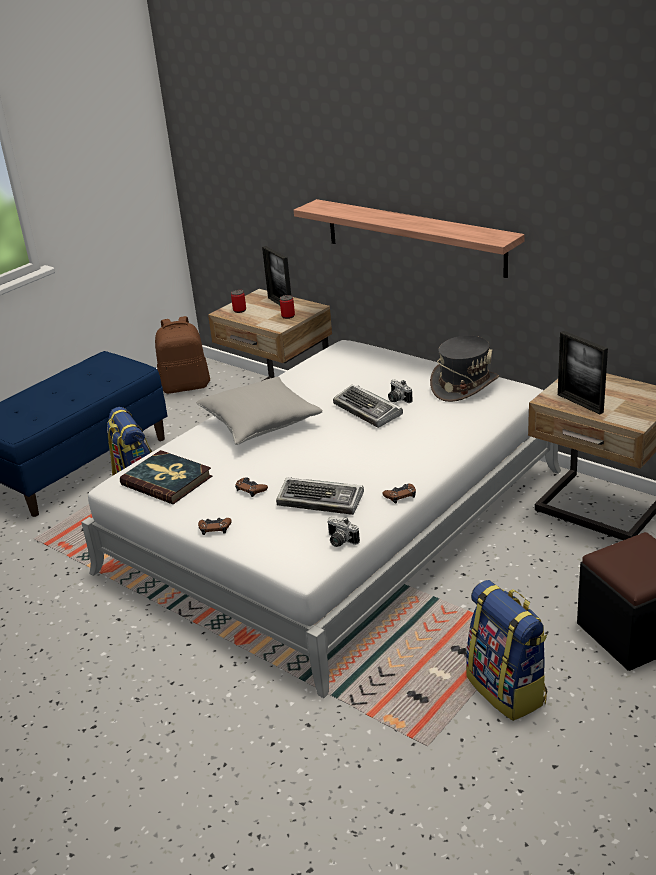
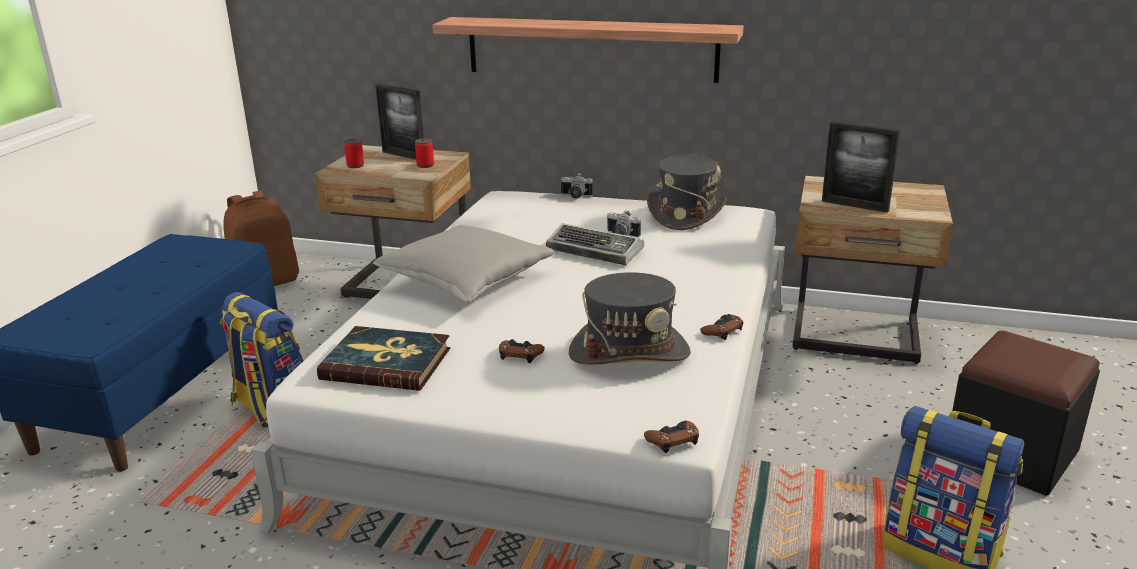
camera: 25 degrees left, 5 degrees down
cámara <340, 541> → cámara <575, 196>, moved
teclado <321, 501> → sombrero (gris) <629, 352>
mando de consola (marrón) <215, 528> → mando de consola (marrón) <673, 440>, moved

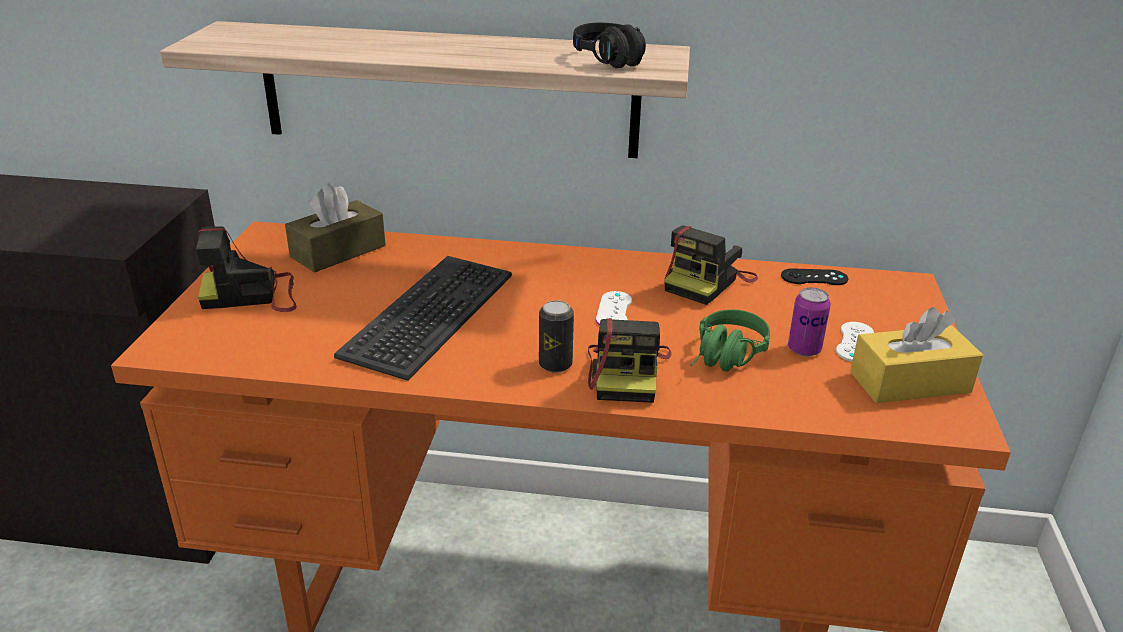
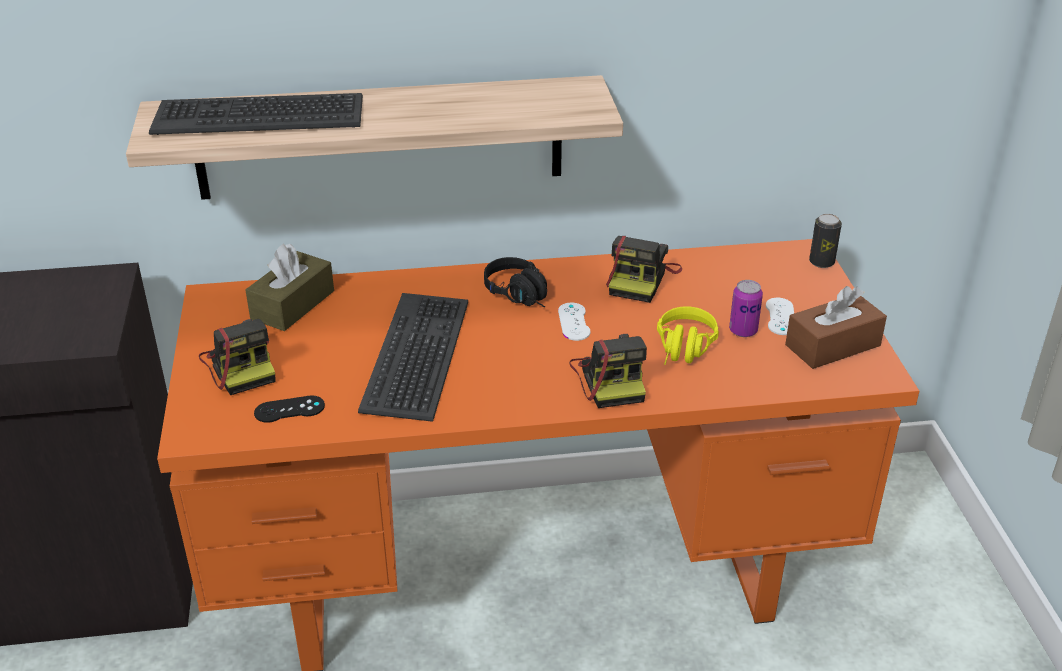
camera: 15 degrees left, 5 degrees up
- → teclado <259, 115>
cámara <253, 295> → cámara <241, 365>, 90 degrees counterclockwise
mando de consola (negro) <814, 277> → mando de consola (negro) <289, 409>, moved
auriculares (negro) <615, 62> → auriculares (negro) <522, 296>, moved
auriculares (verde) <725, 359> → auriculares (amarillo) <684, 351>
caja de pañuelos (amarillo) <910, 382> → caja de pañuelos (marrón) <832, 345>
lata <555, 364> → lata <821, 262>, moved

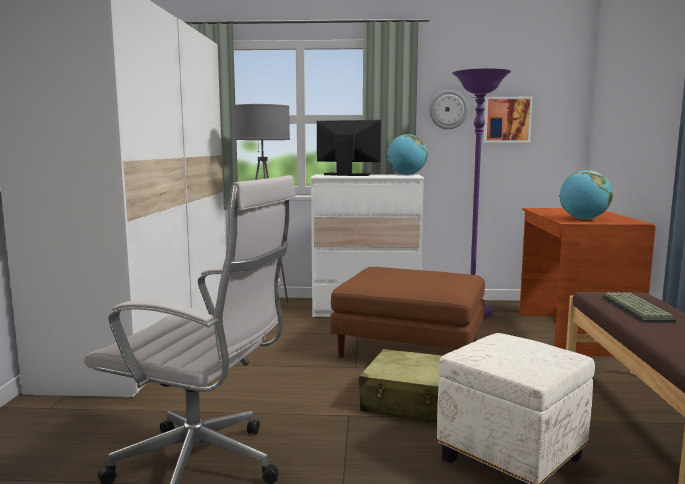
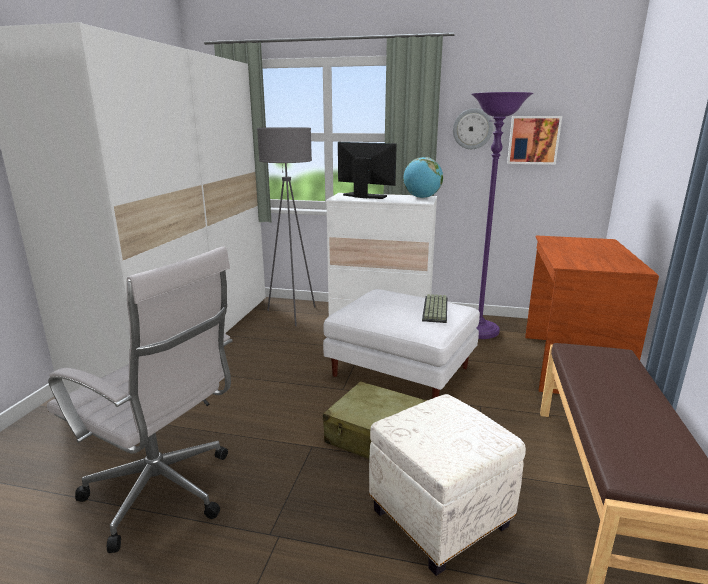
camera: 10 degrees right, 10 degrees up
puf (marrón) <411, 349> → puf (blanco) <402, 372>
teclado <638, 309> → teclado <436, 309>, moved
globo terráqueo <583, 219> → -

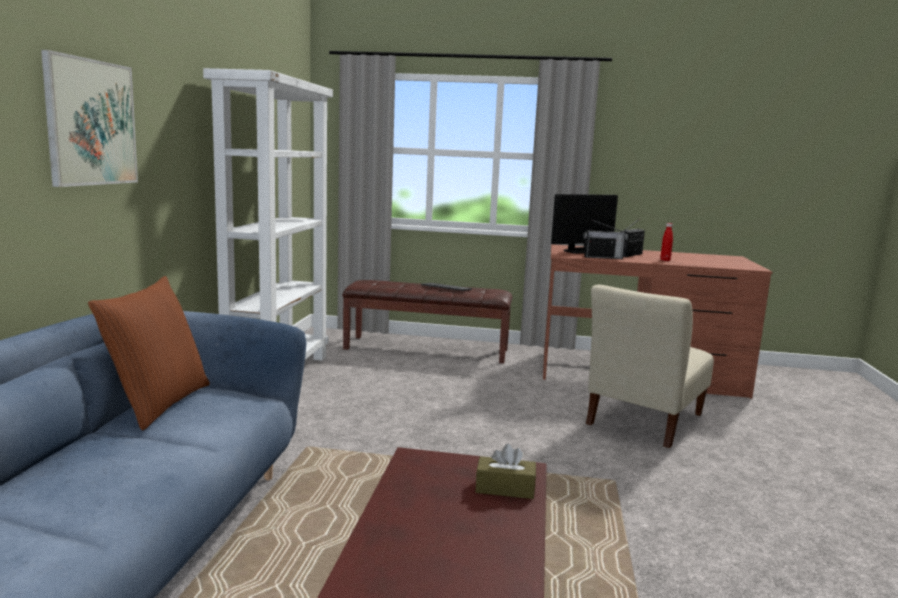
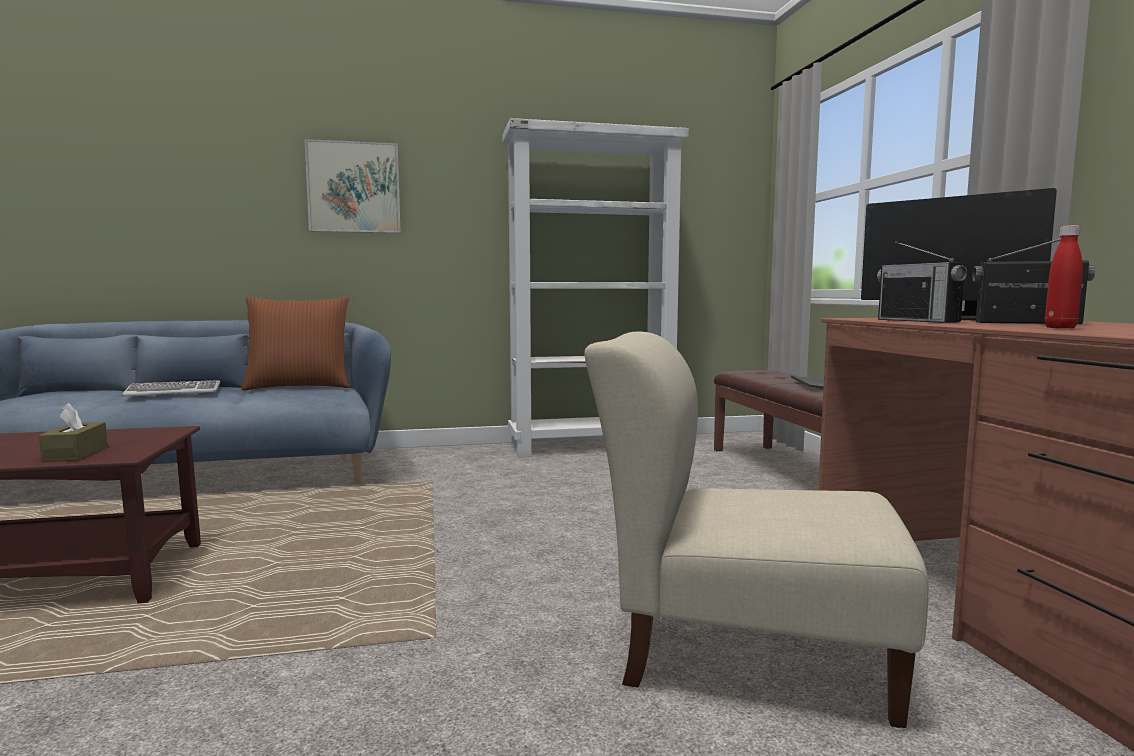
camera: 70 degrees right, 5 degrees down
- → teclado <174, 392>

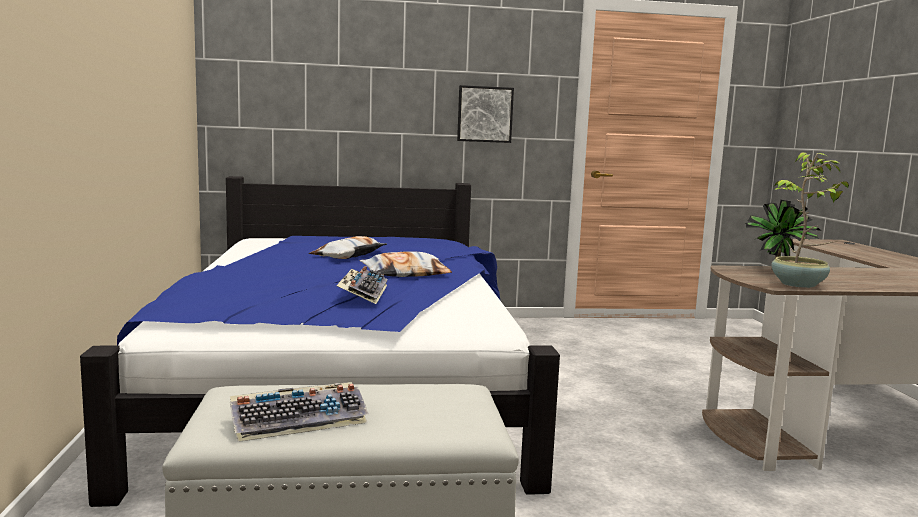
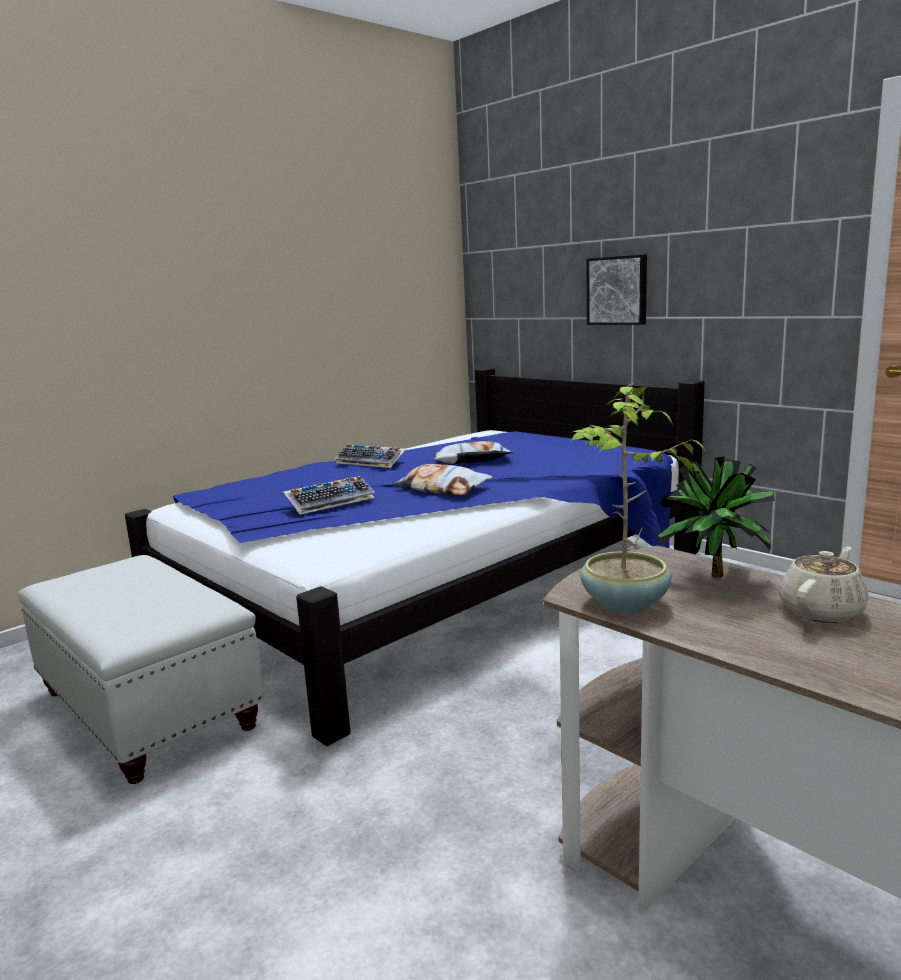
camera: 55 degrees right, 5 degrees up
teclado <300, 420> → teclado <372, 462>, moved
cuadro <484, 114> → cuadro <618, 290>, moved
- → tetera (beis) <822, 611>

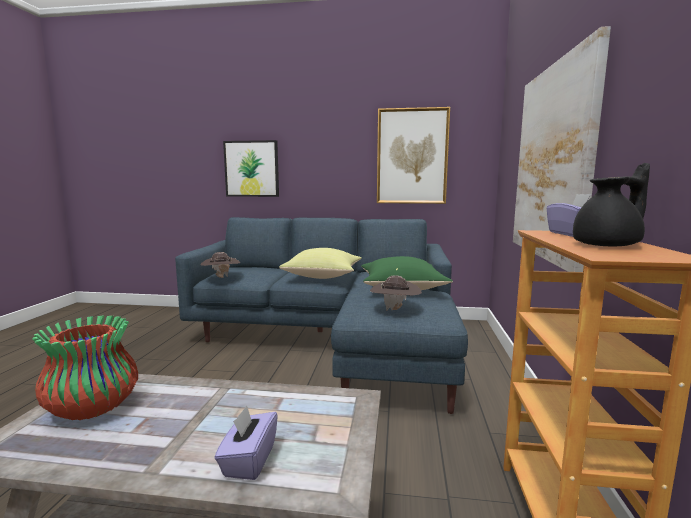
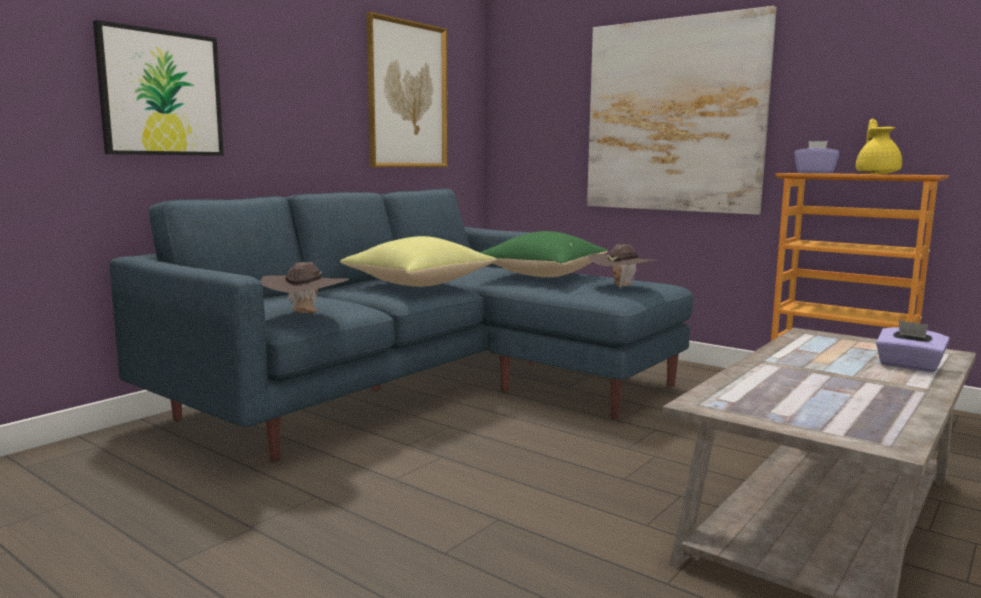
camera: 60 degrees left, 0 degrees up
tetera (negro) <609, 245> → tetera (amarillo) <877, 174>
florero <93, 407> → -

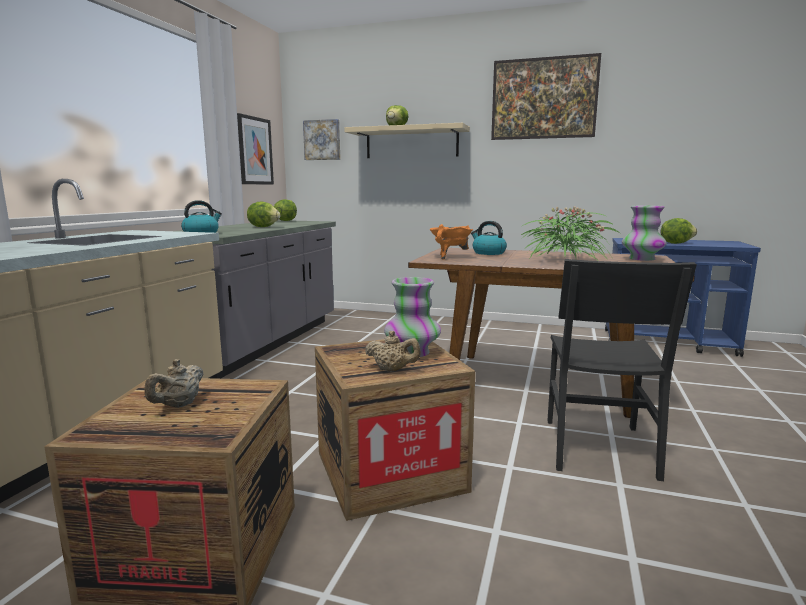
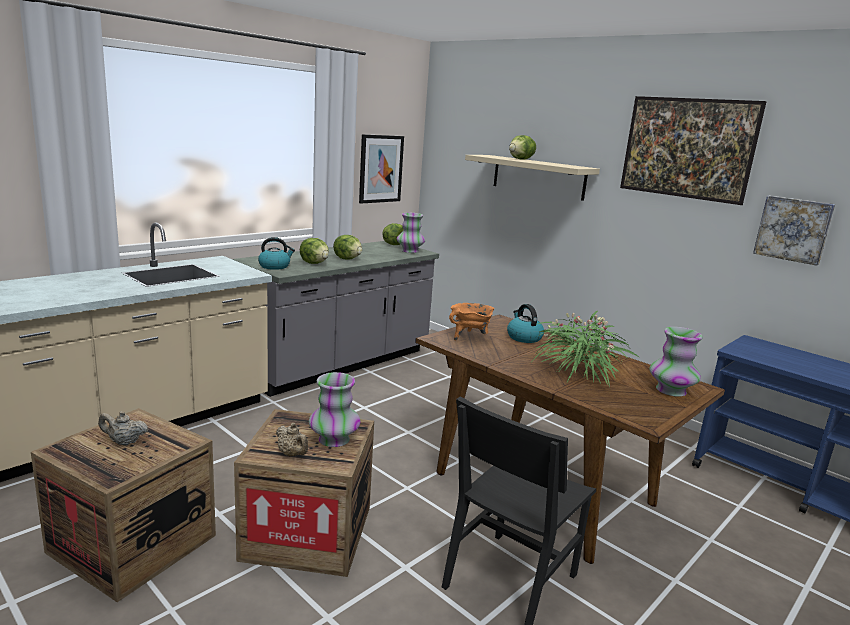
camera: 25 degrees right, 5 degrees up
tetera (beis) <178, 405> → tetera (beis) <124, 442>, 45 degrees clockwise
lechuga <675, 243> → lechuga <315, 263>, moved
- → florero <410, 251>
cuadro <322, 140> → cuadro <793, 229>, moved

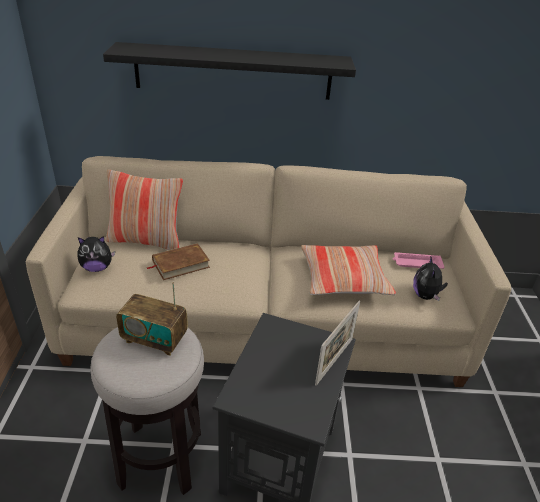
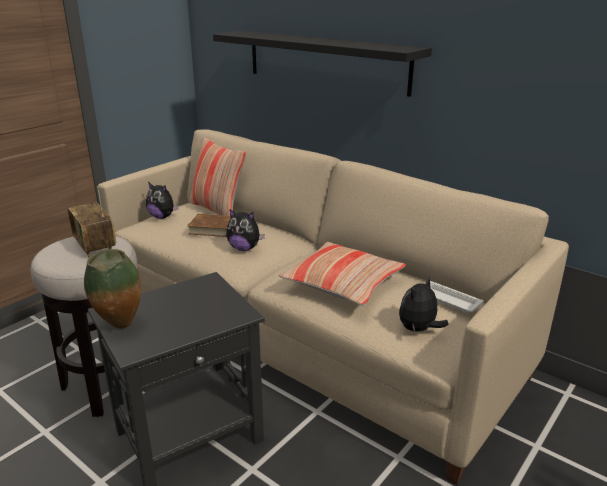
camera: 40 degrees right, 10 degrees down
- → florero <120, 327>
- → peluche <244, 248>
bandeja (rosa) <416, 263> → bandeja (blanco) <447, 300>
portarretratos <334, 361> → -

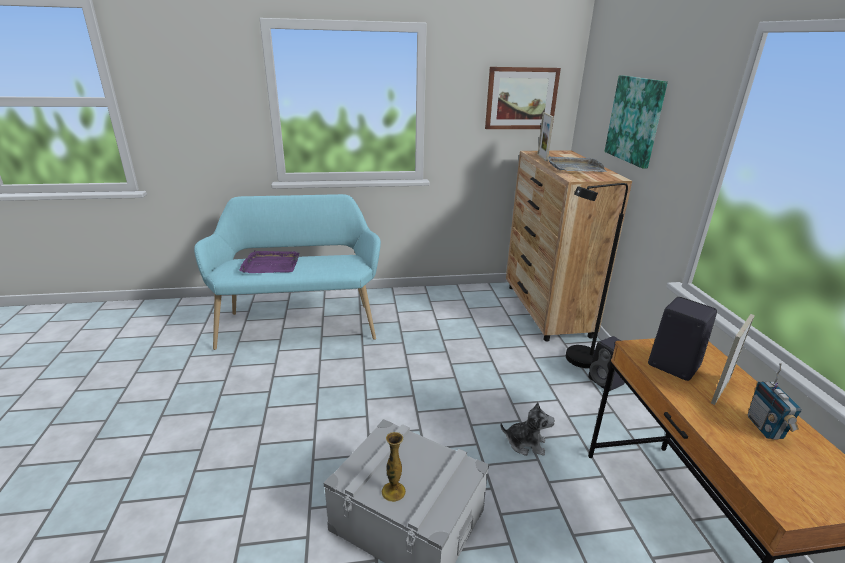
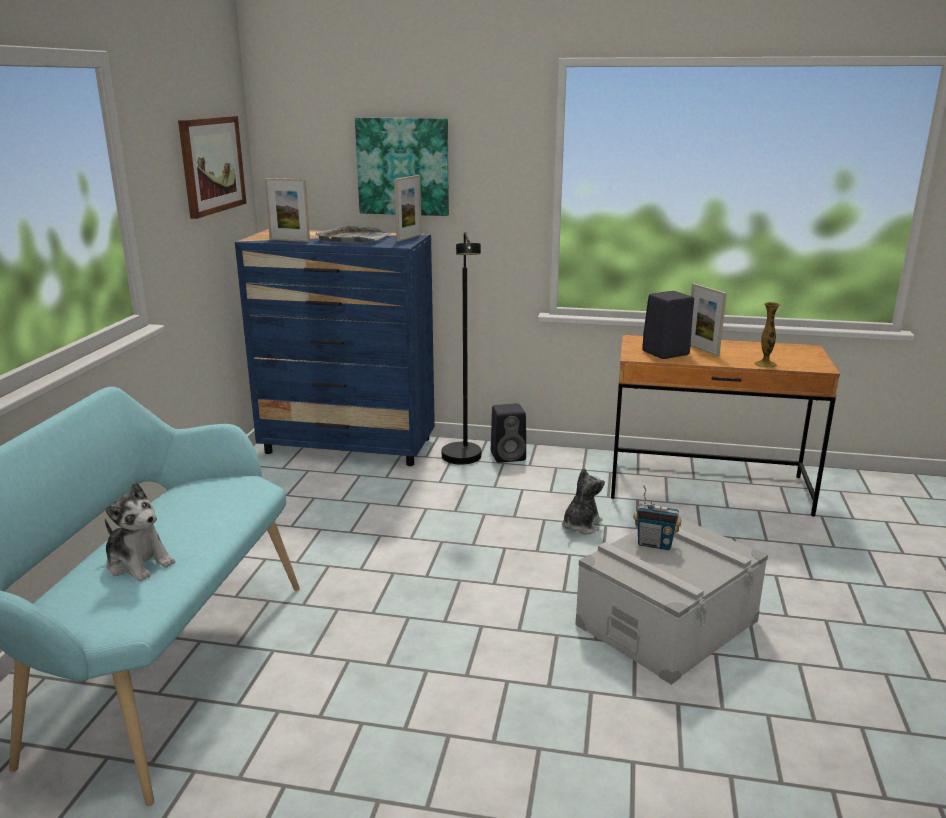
camera: 70 degrees left, 5 degrees down
bandeja (morado) <271, 265> → peluche <139, 563>
cómoda (marrón) <546, 311> → cómoda (azul) <349, 446>
- → portarretratos <409, 238>
radio <765, 427> → radio <654, 544>, moved
florero <393, 491> → florero <765, 364>, moved

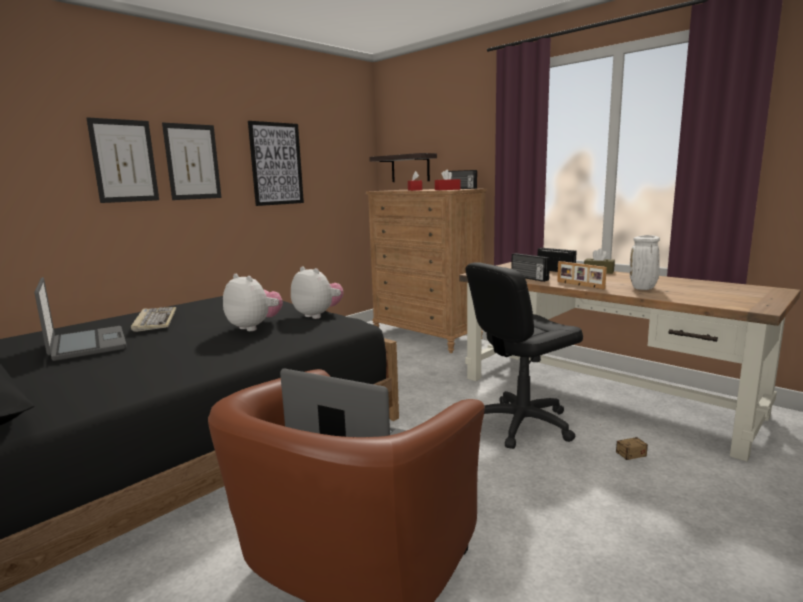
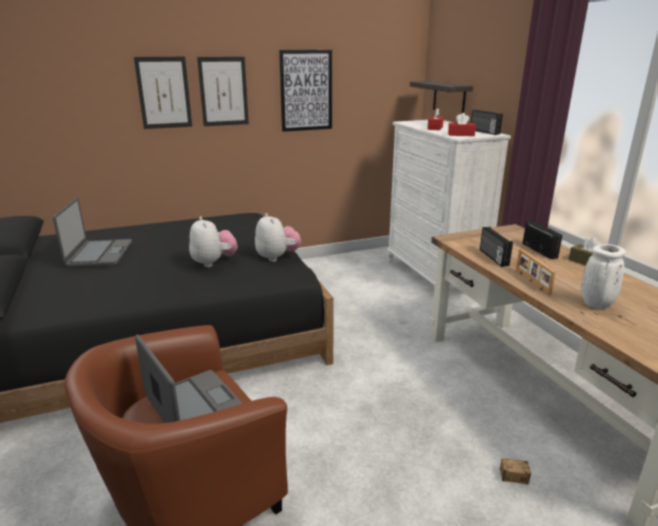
camera: 25 degrees right, 10 degrees up
cómoda (marrón) <427, 336> → cómoda (blanco) <433, 276>
teclado <155, 321> → -
silla de oficina (negro) <521, 424> → -

